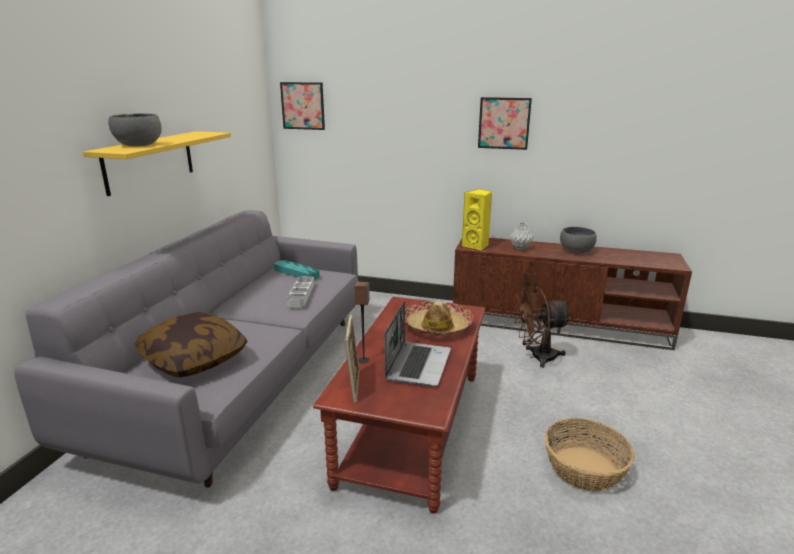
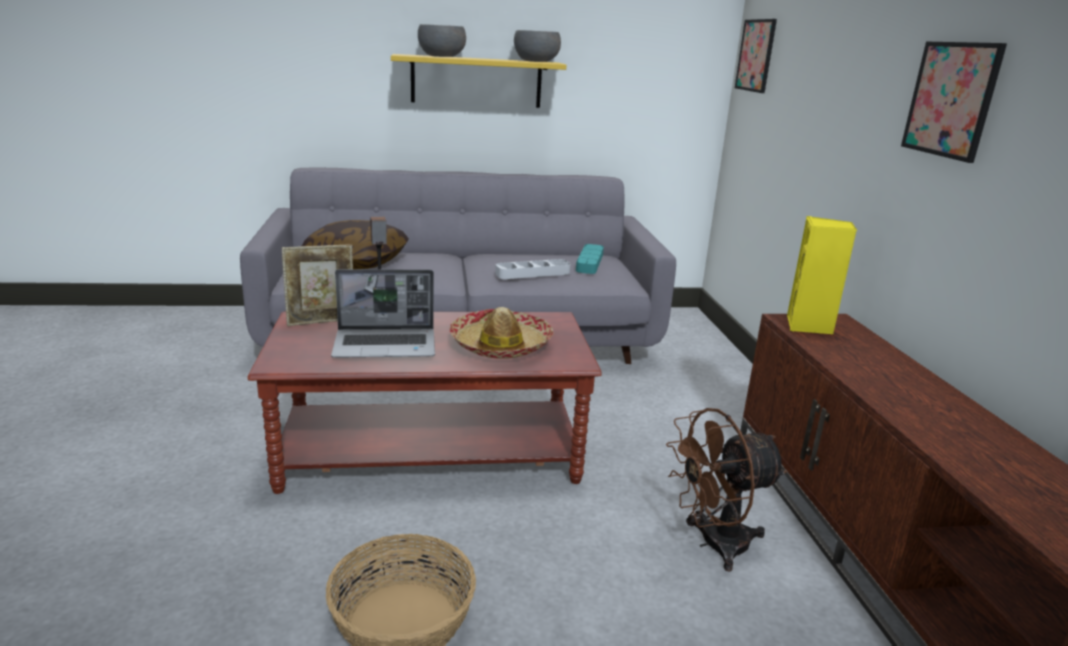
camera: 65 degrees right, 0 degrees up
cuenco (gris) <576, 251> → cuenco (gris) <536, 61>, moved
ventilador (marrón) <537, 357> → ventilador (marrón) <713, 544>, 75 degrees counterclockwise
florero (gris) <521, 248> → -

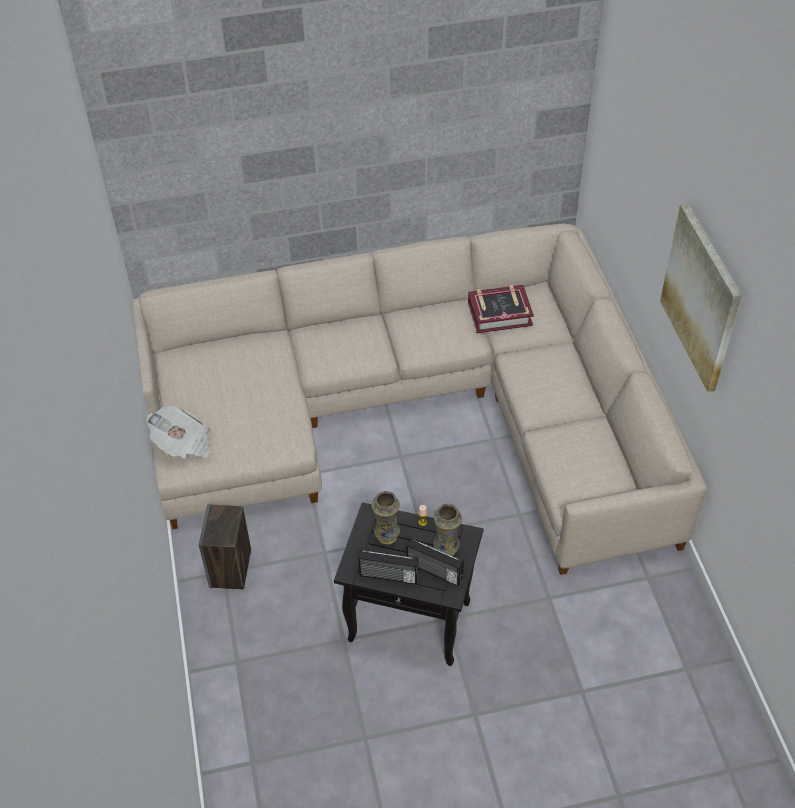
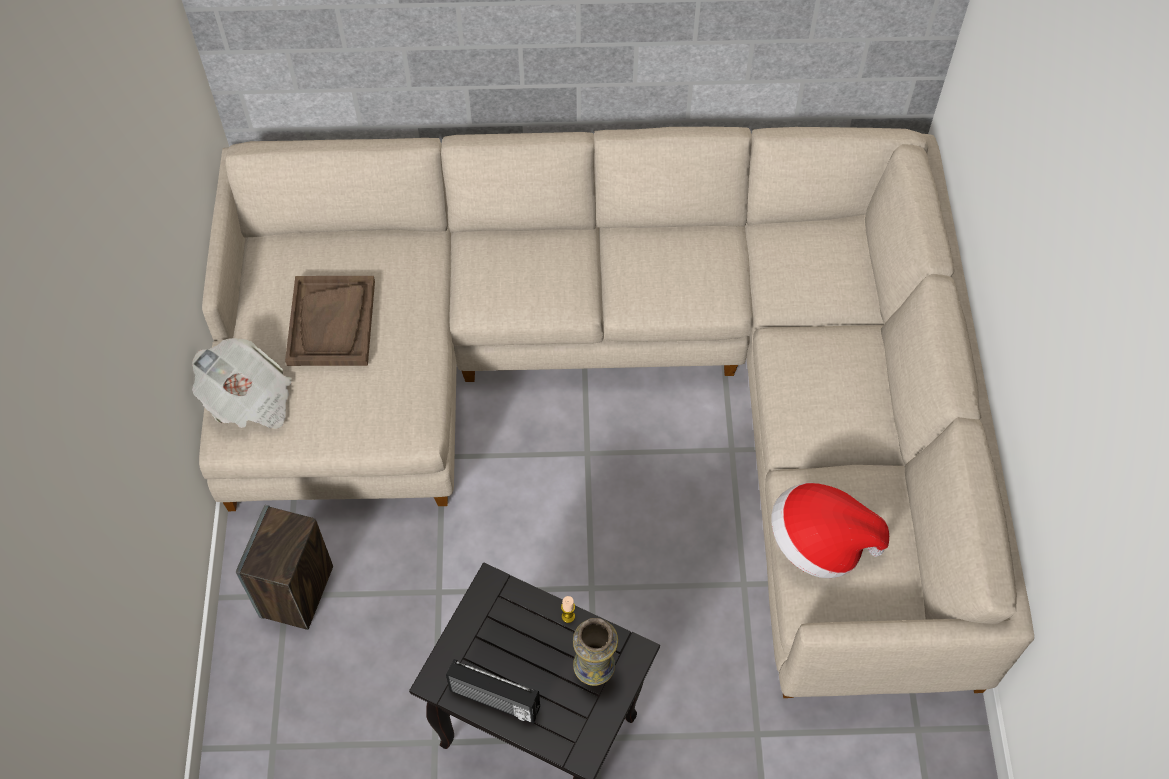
camera: 10 degrees right, 10 degrees up
- → bandeja (marrón) <332, 323>
- → sombrero <819, 543>
florero <386, 536> → -
radio <434, 571> → -
libro <499, 313> → -
cuadro <701, 297> → -

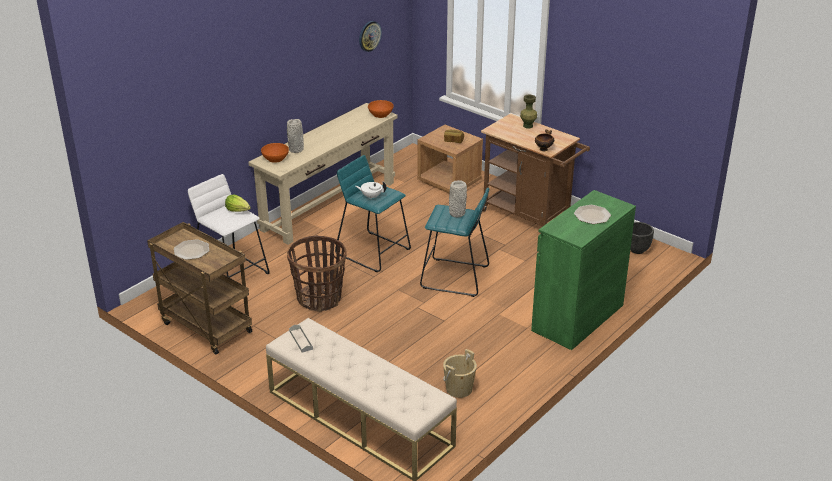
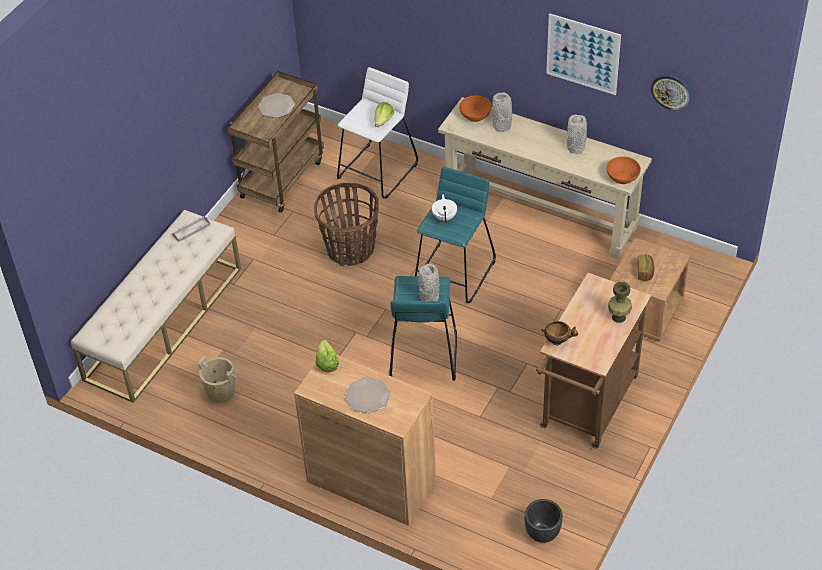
camera: 80 degrees right, 15 degrees up
armario (verde) <578, 318> → armario (marrón) <371, 482>
- → lechuga <326, 363>
- → cuadro <583, 54>
- → florero (gris) <576, 148>

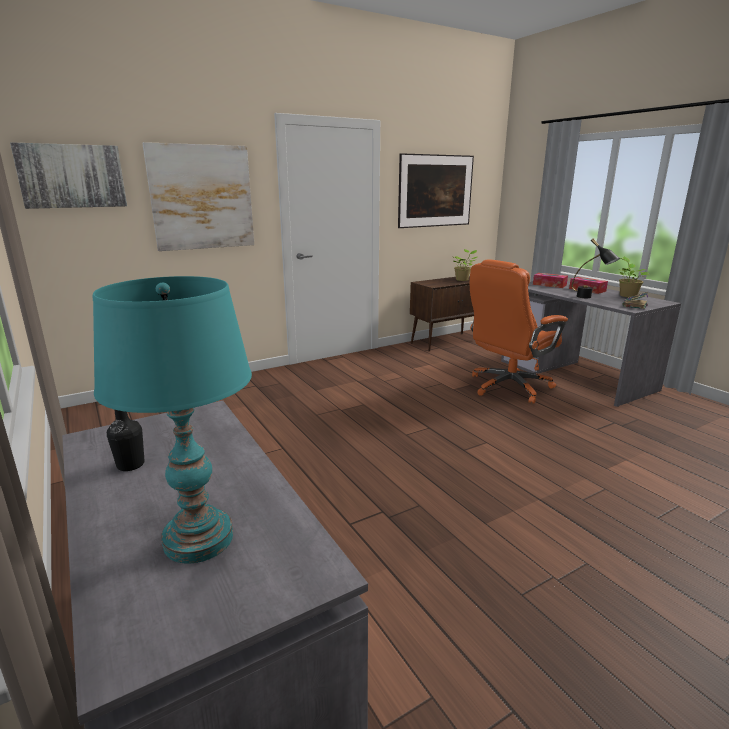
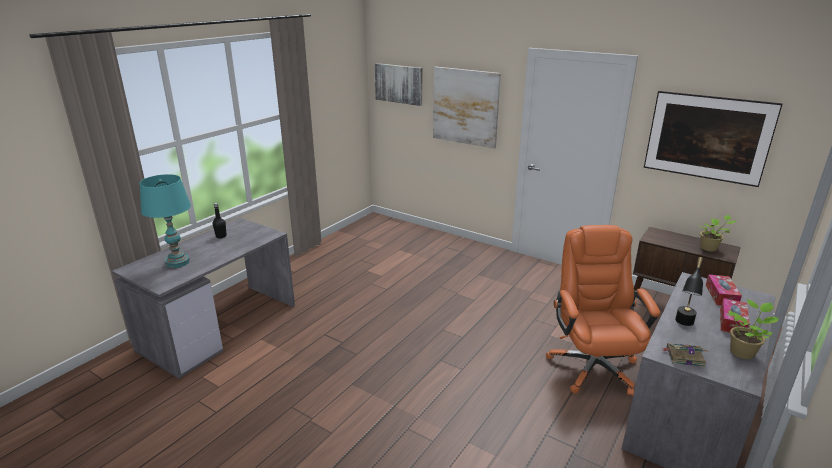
camera: 65 degrees right, 5 degrees up
silla de oficina (naranja) <508, 387> → silla de oficina (naranja) <592, 366>, 60 degrees clockwise

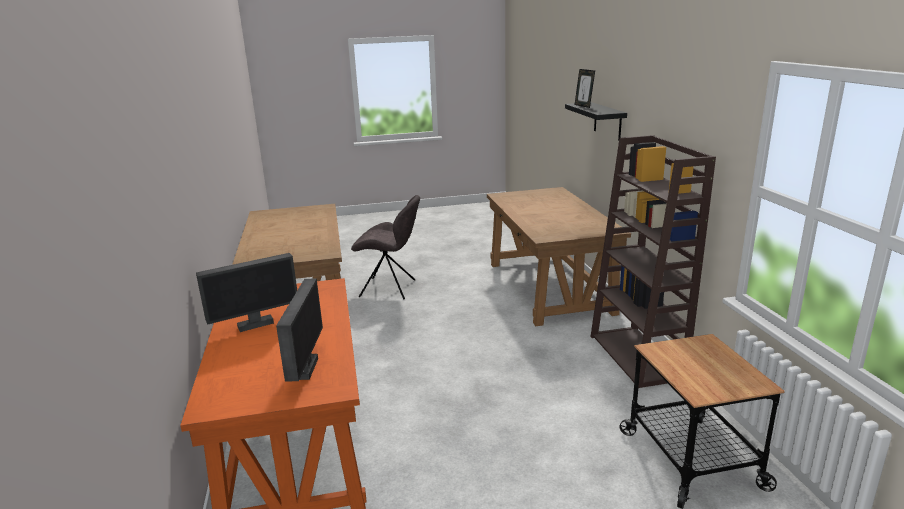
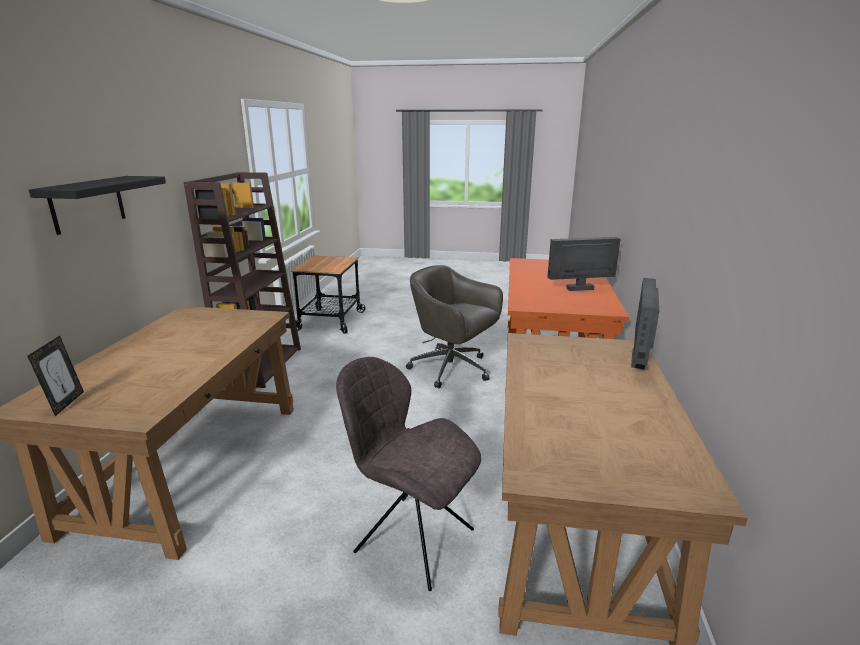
camera: 160 degrees left, 0 degrees up
portarretratos <583, 106> → portarretratos <66, 403>, moved
- → silla de oficina (gris) <452, 369>
monitor <306, 369> → monitor <639, 361>, moved

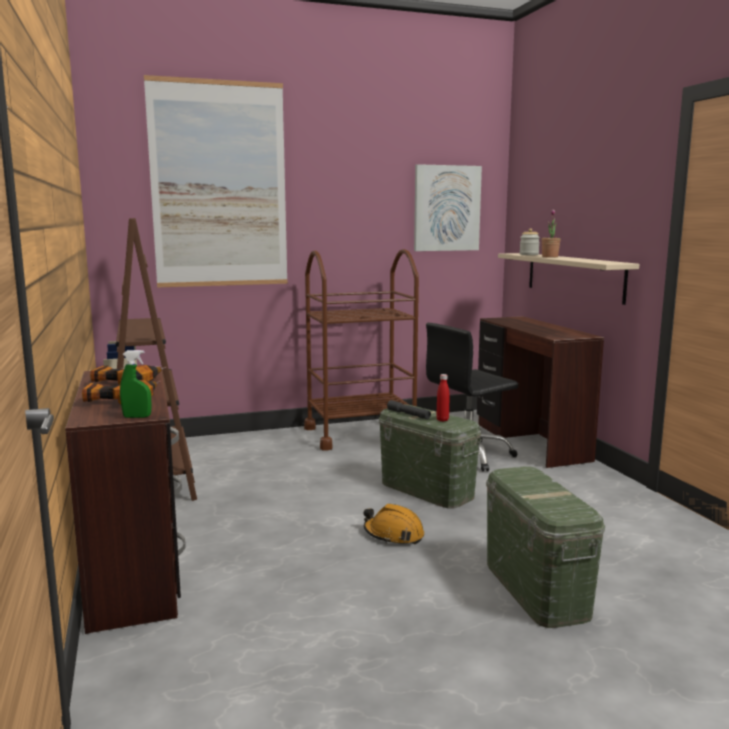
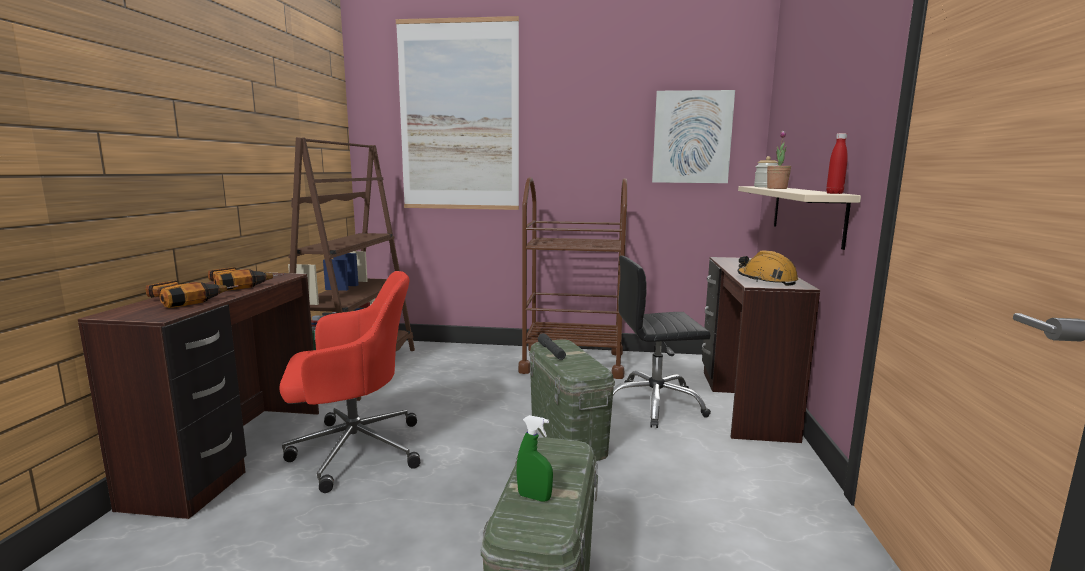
camera: 25 degrees right, 0 degrees up
- → silla de oficina (rojo) <353, 450>
pulverizador (verde) <137, 417> → pulverizador (verde) <534, 497>, moved
casco (naranja) <393, 535> → casco (naranja) <766, 280>, moved
botella (rojo) <442, 420> → botella (rojo) <834, 193>, moved

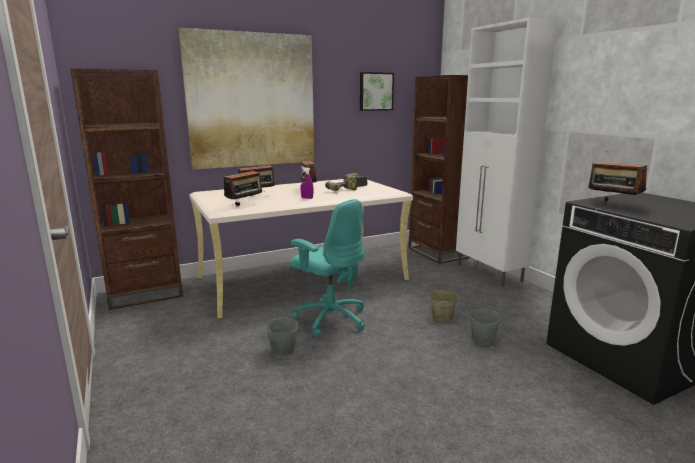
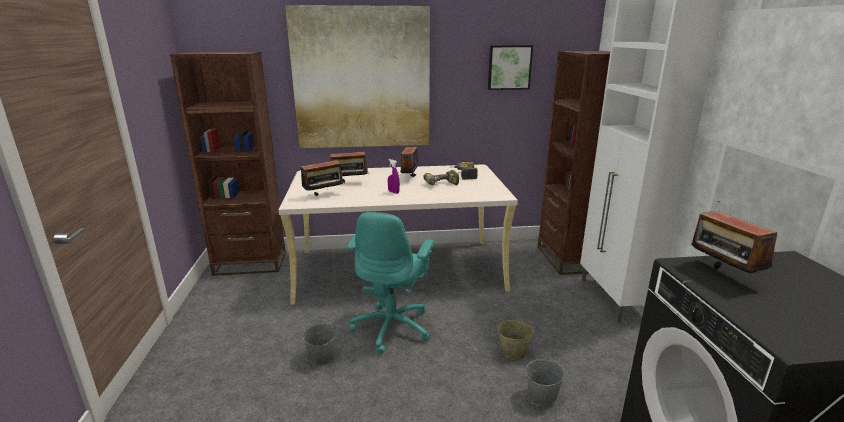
camera: 20 degrees right, 5 degrees up
silla de oficina (turquesa) <330, 318> → silla de oficina (turquesa) <393, 327>, 45 degrees clockwise

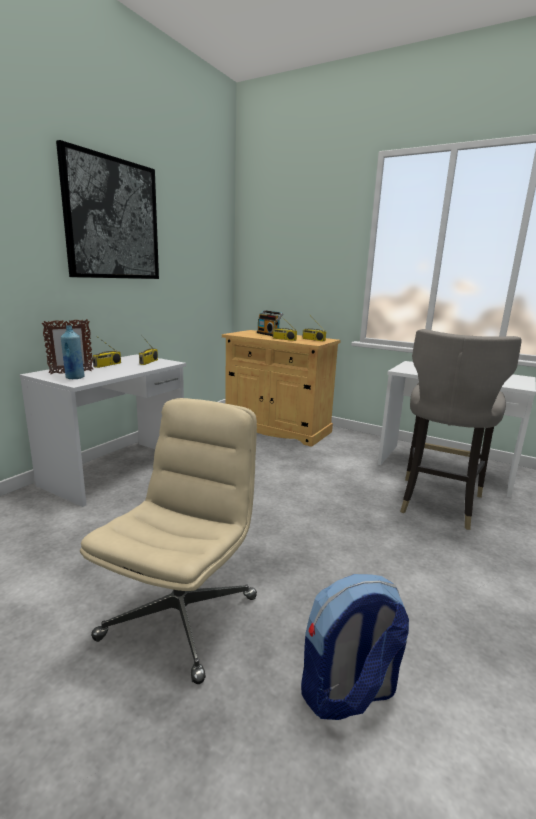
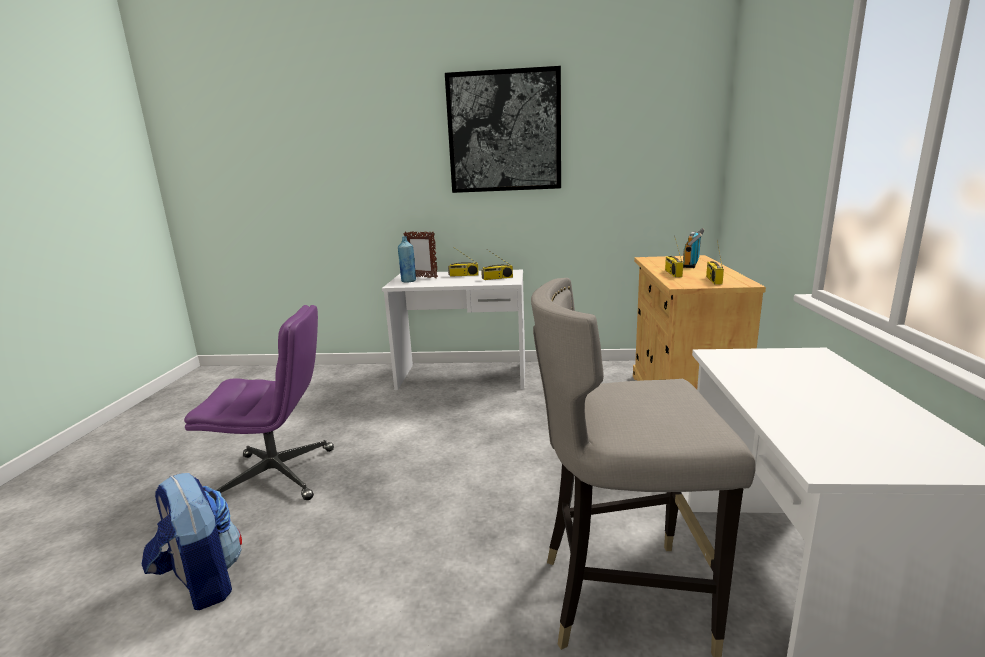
camera: 65 degrees right, 0 degrees up
silla de oficina (beis) <181, 615> → silla de oficina (morado) <278, 476>

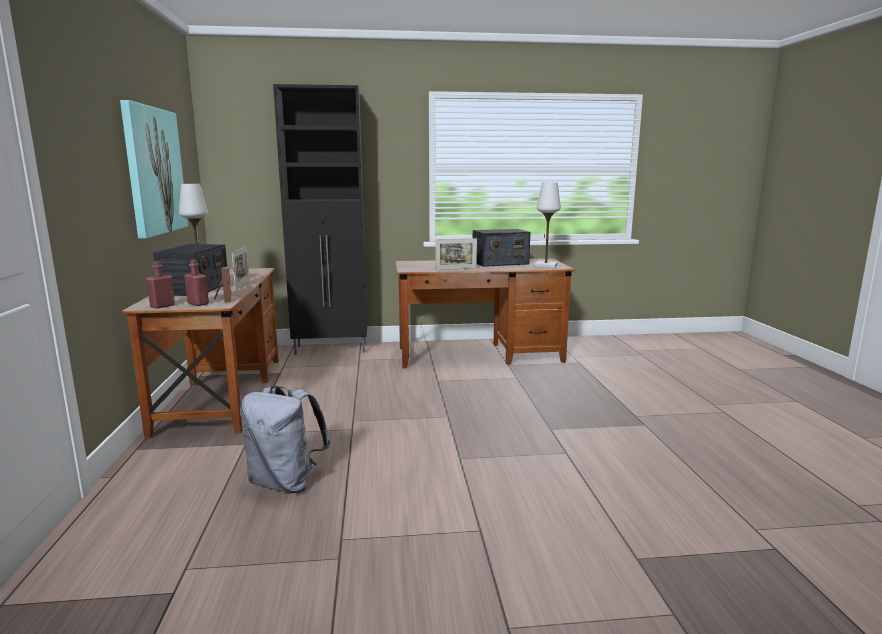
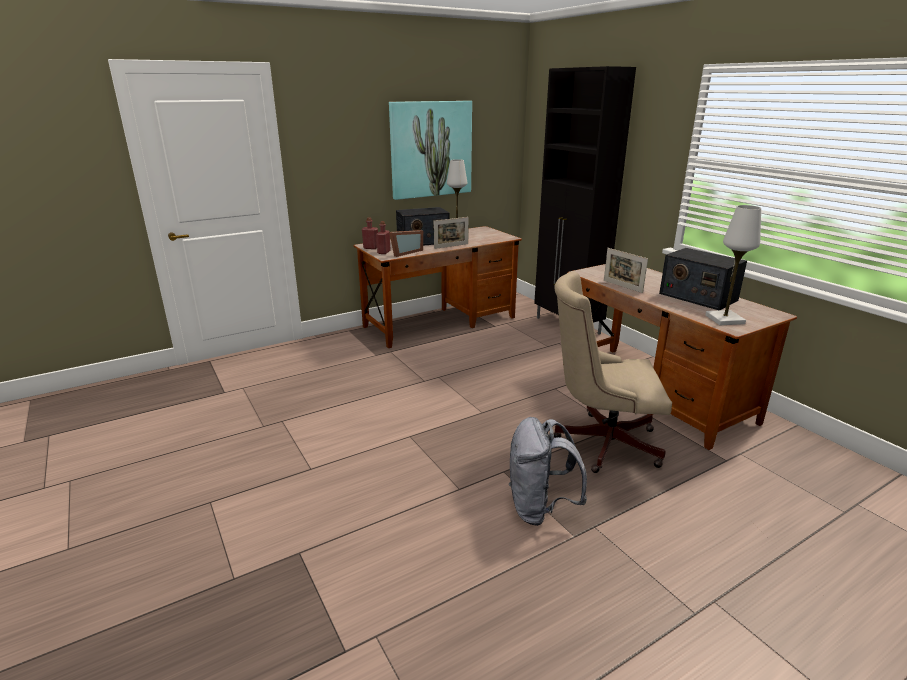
camera: 65 degrees right, 10 degrees up
mochila (gris) <286, 483> → mochila (gris) <540, 508>, moved
- → silla de oficina (beis) <600, 442>

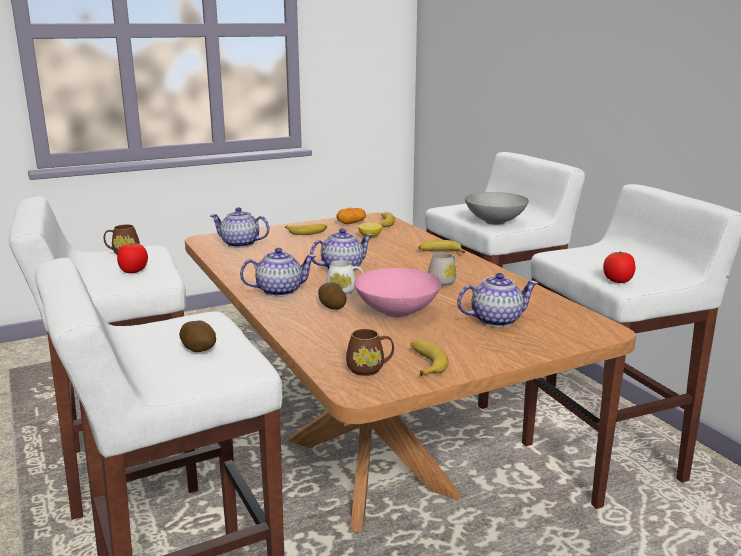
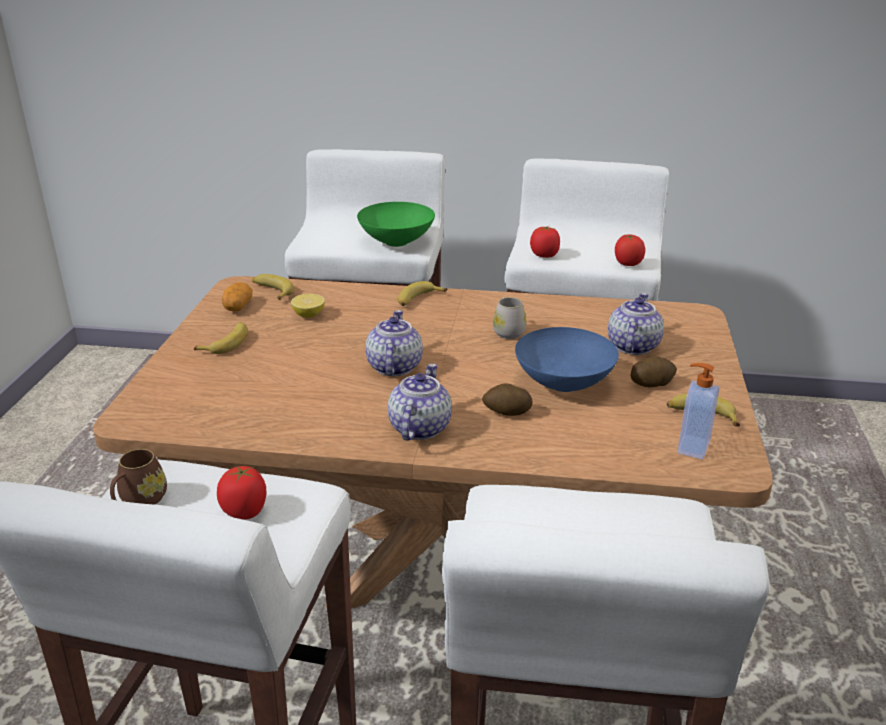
camera: 55 degrees left, 10 degrees up
cuenco (gris) <494, 222> → cuenco (verde) <395, 242>
cuenco (rosa) <396, 313> → cuenco (azul) <564, 385>
- → tomate <544, 255>
patata <199, 349> → patata <652, 383>, moved
taza grande (marrón) <370, 369> → dispensador de jabón <692, 447>
tetera <240, 244> → -
taza grande (blanco) <345, 292> → -

